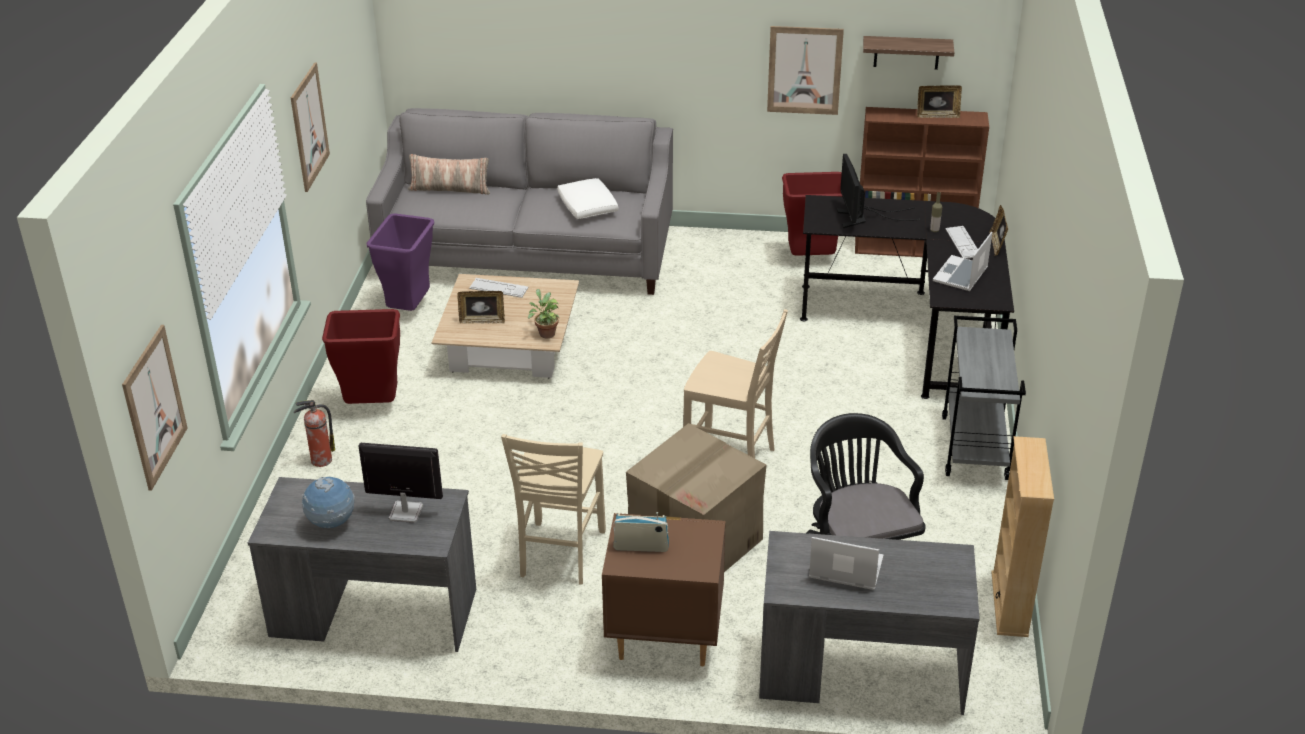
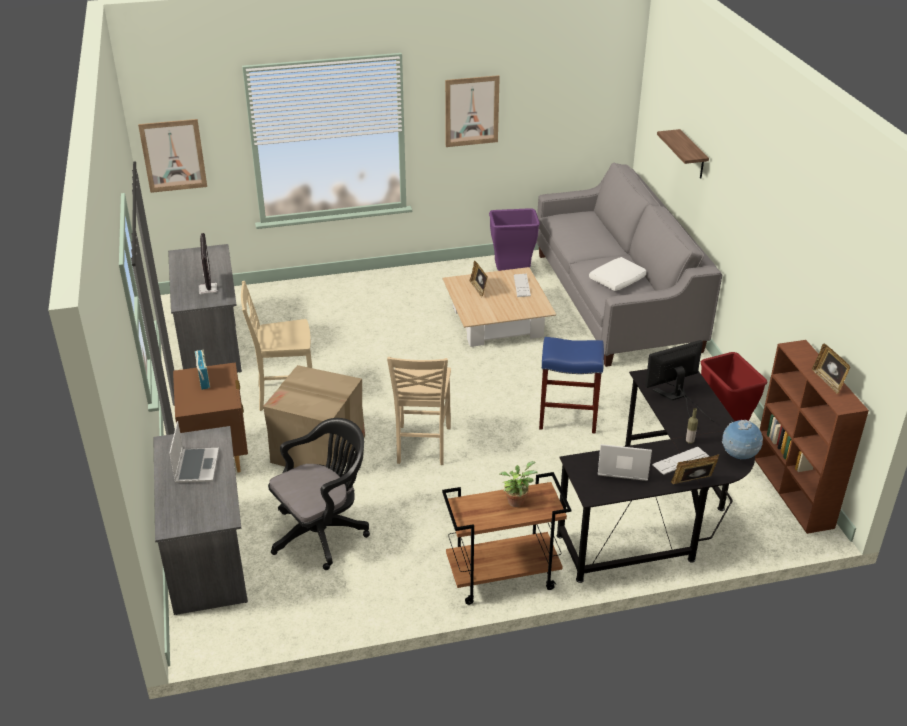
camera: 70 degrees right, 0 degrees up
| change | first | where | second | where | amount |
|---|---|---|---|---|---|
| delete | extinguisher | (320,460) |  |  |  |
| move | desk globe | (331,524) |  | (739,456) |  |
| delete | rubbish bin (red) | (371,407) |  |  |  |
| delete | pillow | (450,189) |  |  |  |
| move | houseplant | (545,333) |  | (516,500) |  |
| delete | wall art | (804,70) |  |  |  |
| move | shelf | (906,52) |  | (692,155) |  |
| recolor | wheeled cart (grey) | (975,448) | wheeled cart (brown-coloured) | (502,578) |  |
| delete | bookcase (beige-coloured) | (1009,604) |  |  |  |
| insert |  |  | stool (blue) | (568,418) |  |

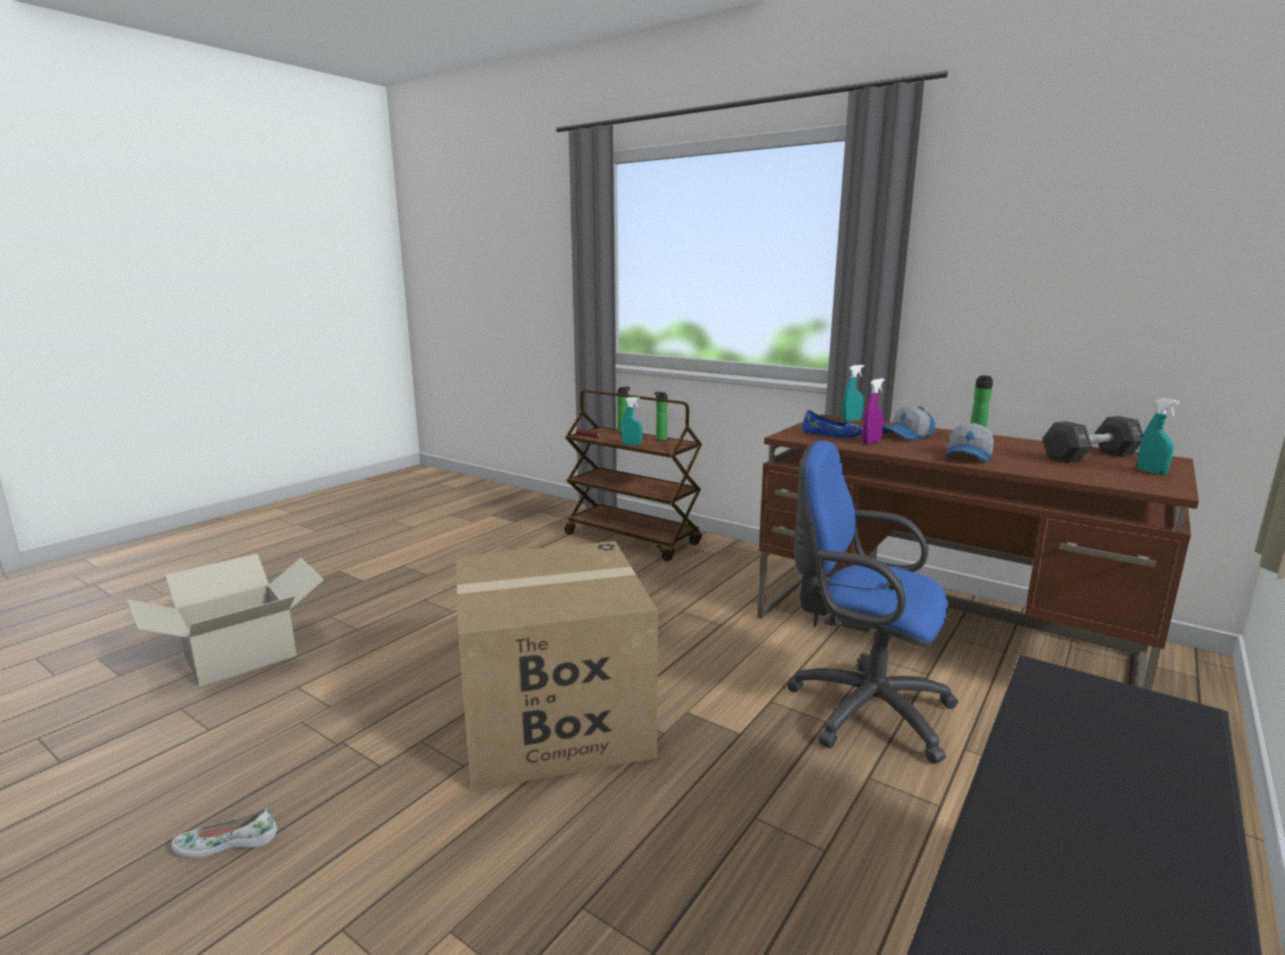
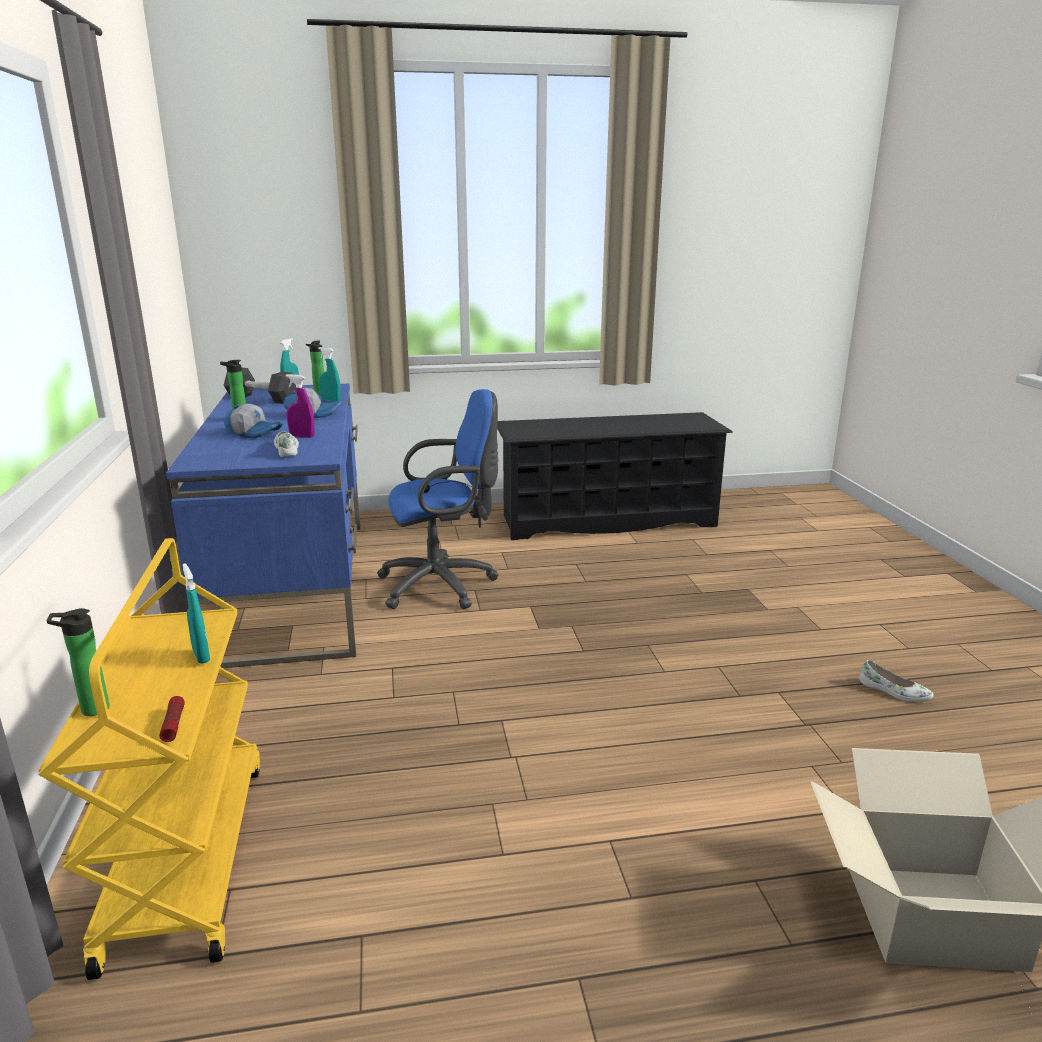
camera: 135 degrees left, 5 degrees up
| change | first | where | second | where | amount |
|---|---|---|---|---|---|
| delete | packing box | (553,719) |  |  |  |
| recolor | wheeled cart (brown-coloured) | (633,539) | wheeled cart (yellow-coloured) | (186,857) |  |
| move | drink bottle | (660,439) |  | (318,394) |  |
| recolor | desk (brown-coloured) | (942,637) | desk (blue) | (295,586) |  |
| rotate | computer chair (blue) | (861,708) |  | (443,585) | 90 degrees counterclockwise |
| recolor | shoe (blue) | (832,434) | shoe (white) | (287,449) |  |
| move | hand sprayer (turquoise-coloured) | (851,421) |  | (331,400) |  |

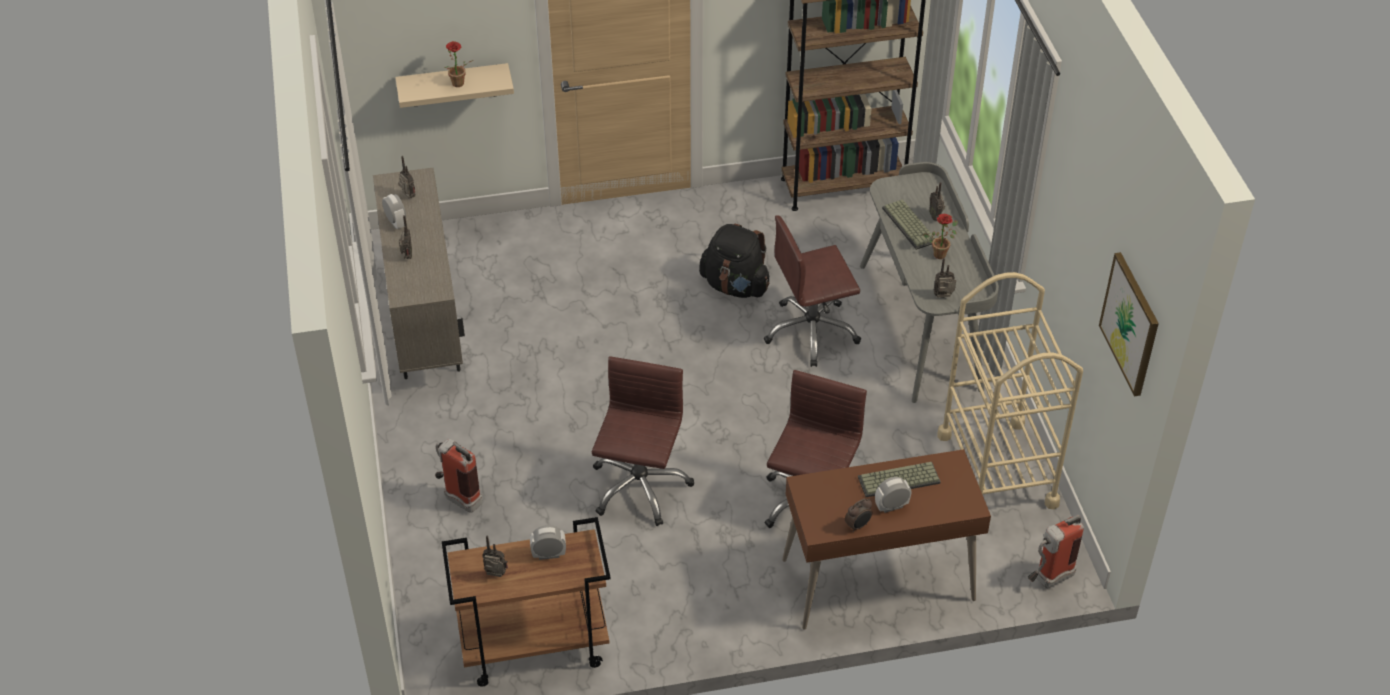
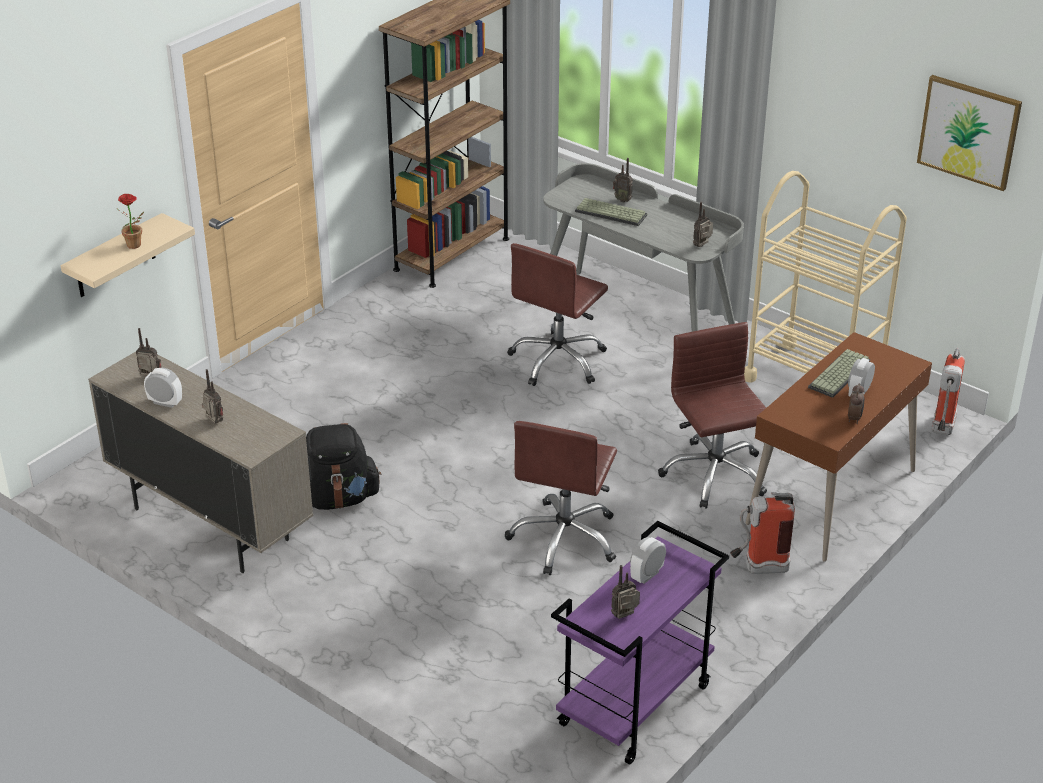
camera: 40 degrees left, 10 degrees down
| change | first | where | second | where | amount |
|---|---|---|---|---|---|
| move | extinguisher | (458,497) |  | (758,568) |  |
| recolor | wheeled cart (brown-coloured) | (533,648) | wheeled cart (purplish) | (635,707) |  |
| rotate | computer chair (brown-coloured) | (639,487) |  | (565,538) | 135 degrees counterclockwise |
| move | rucksack (black) | (735,286) |  | (337,499) |  |
| delete | houseplant | (940,253) |  |  |  |

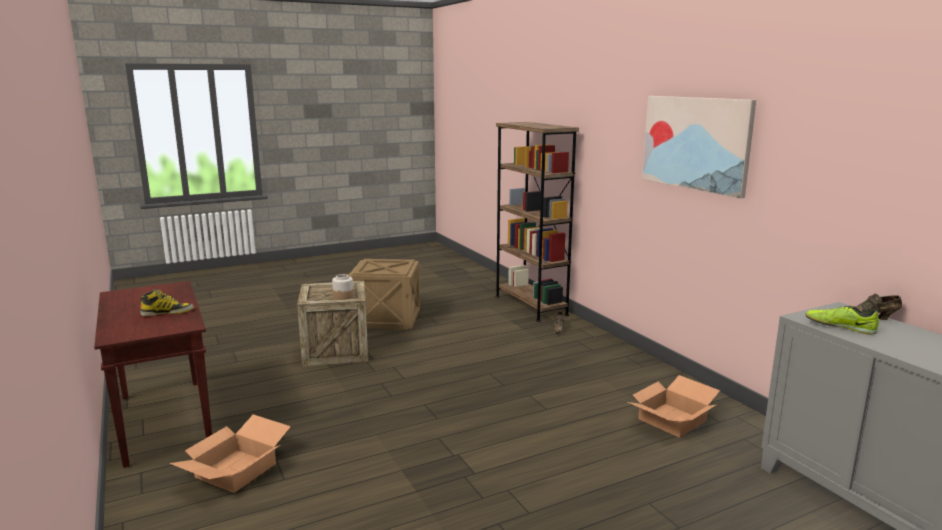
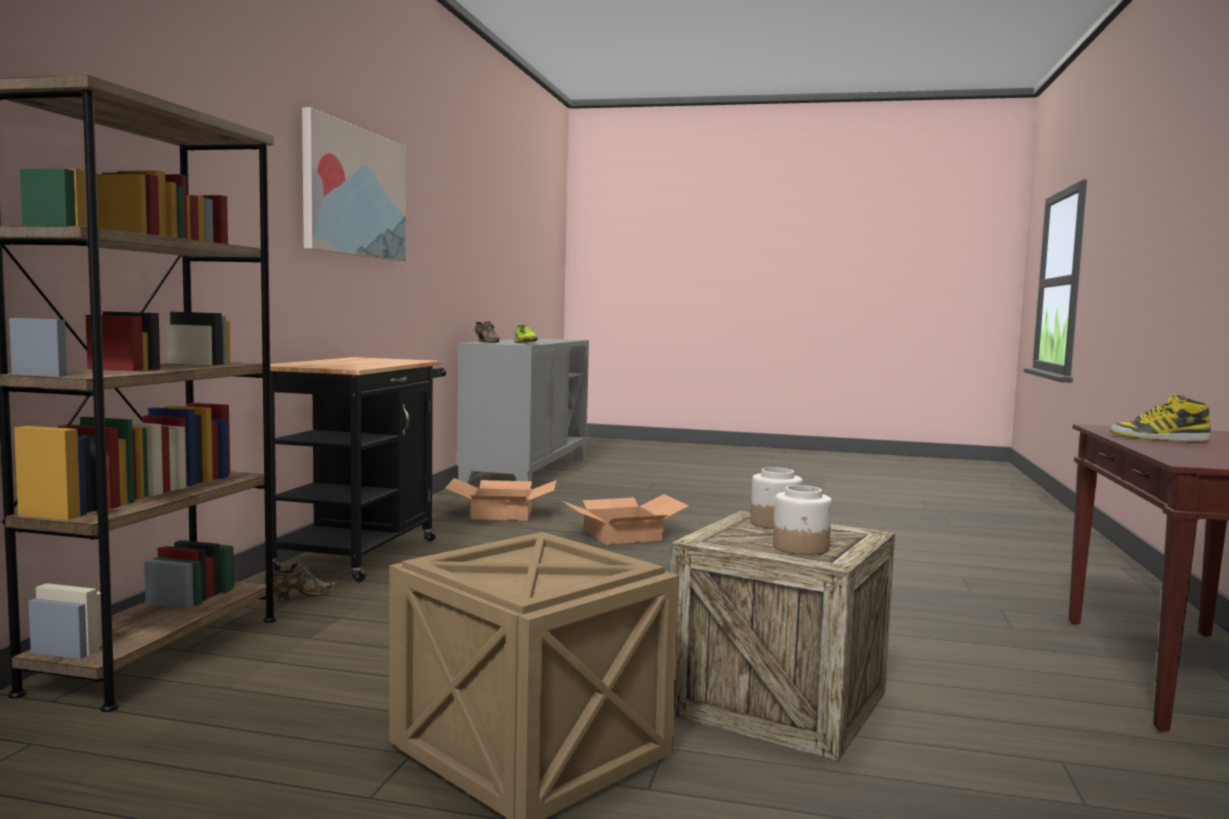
camera: 140 degrees left, 10 degrees down
| change | first | where | second | where | amount |
|---|---|---|---|---|---|
| move | packing box | (236,471) |  | (623,535) |  |
| insert |  |  | wheeled cart (black) | (361,552) |  |
| insert |  |  | preserve jar | (801,548) |  |

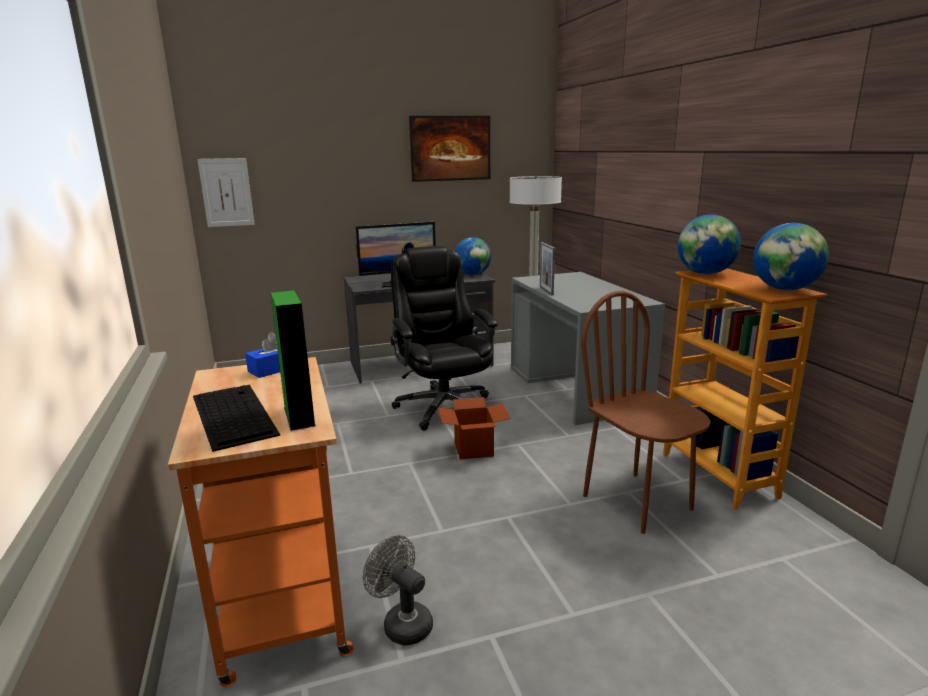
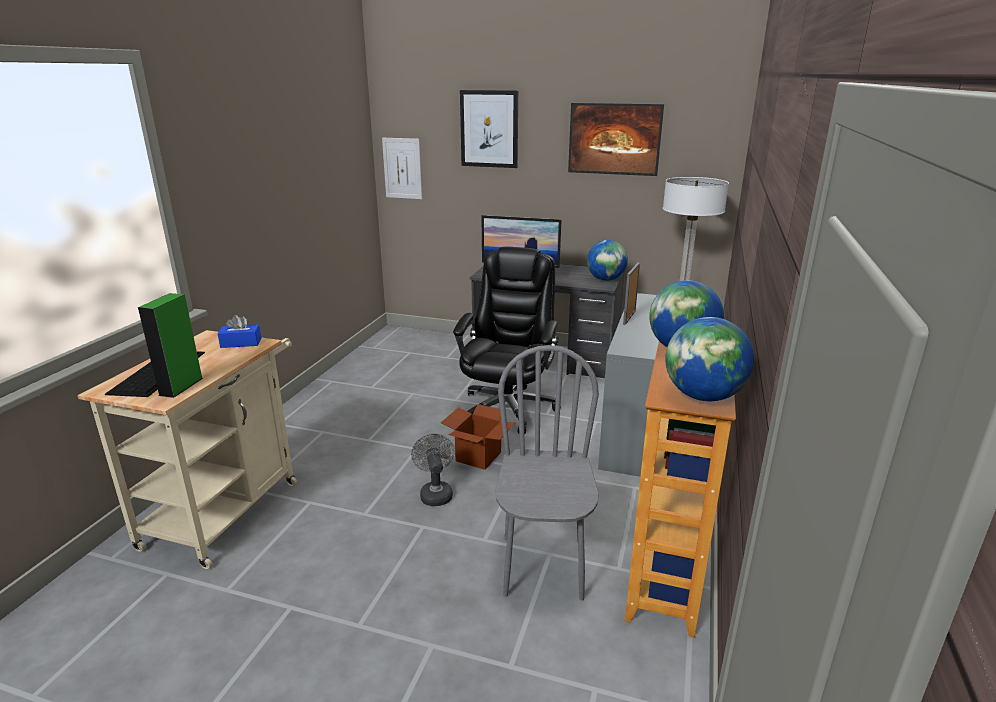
camera: 35 degrees right, 5 degrees up
| change | first | where | second | where | amount |
|---|---|---|---|---|---|
| recolor | wheeled cart (orangey) | (282,591) | wheeled cart (beige-coloured) | (228,508) |  |
| move | fan (grey) | (402,623) |  | (435,493) |  |
| recolor | chair (brown-coloured) | (637,502) | chair (grey) | (543,567) |  |
| insert |  |  | wall art | (489,129) |  |

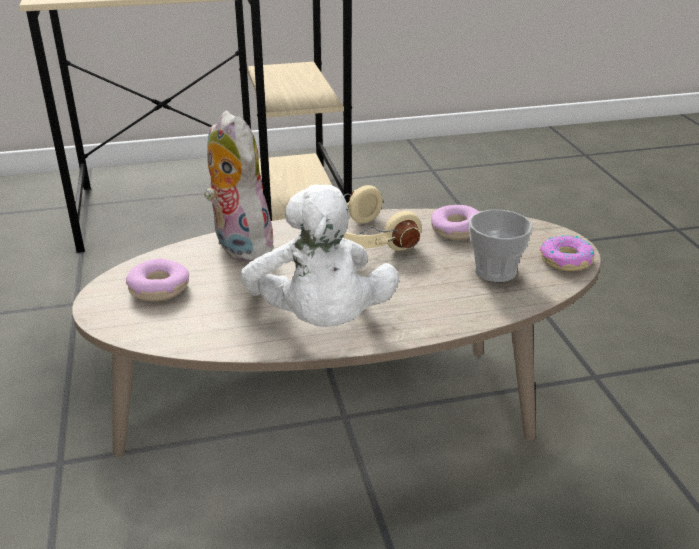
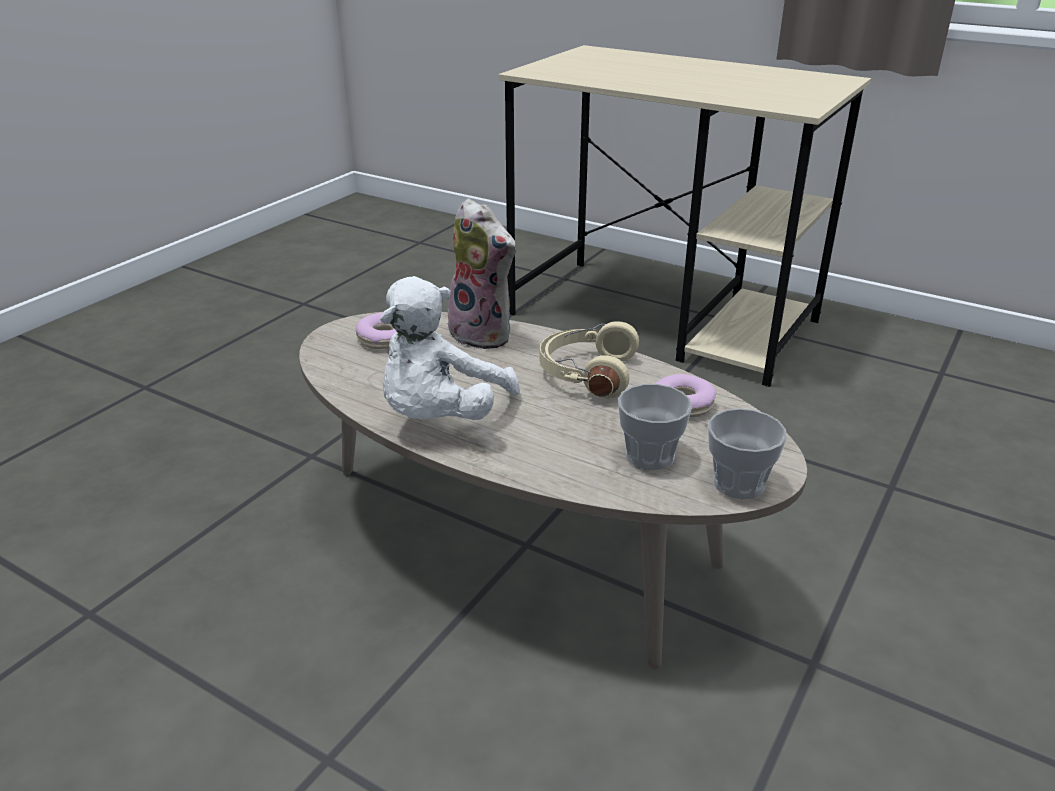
camera: 45 degrees right, 0 degrees up
| change | first | where | second | where | amount |
|---|---|---|---|---|---|
| rotate | plush toy | (238,246) |  | (485,334) | 120 degrees clockwise |
| replace | ring doughnut | (566,261) | small cup | (738,483) |  |

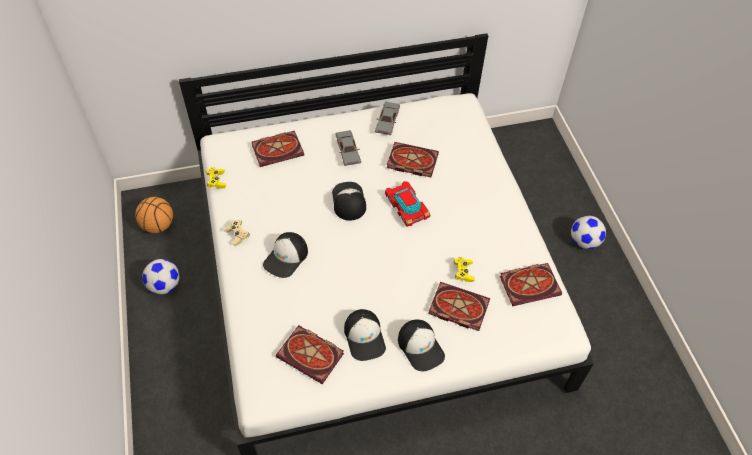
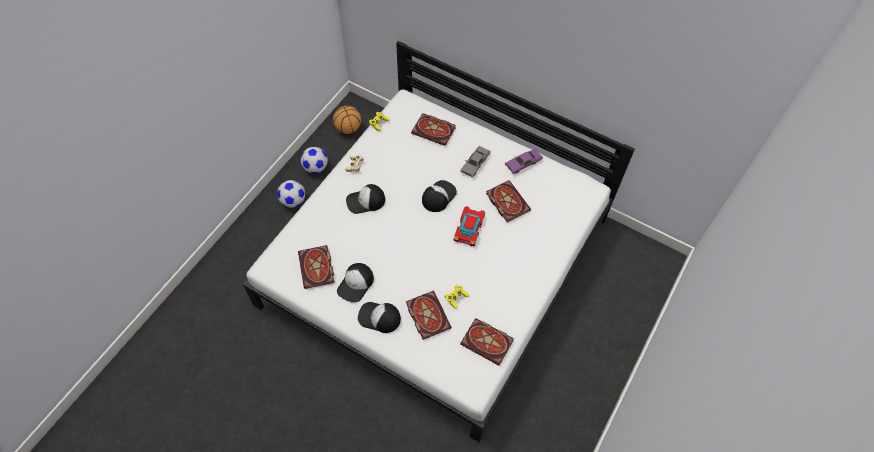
camera: 45 degrees right, 5 degrees up
| change | first | where | second | where | amount |
|---|---|---|---|---|---|
| recolor | toy car (grey) | (387,122) | toy car (purplish) | (523,163) |  |
| rotate | cap | (421,347) |  | (379,318) | 90 degrees clockwise |
| move | football ball | (584,241) |  | (293,201) |  |

